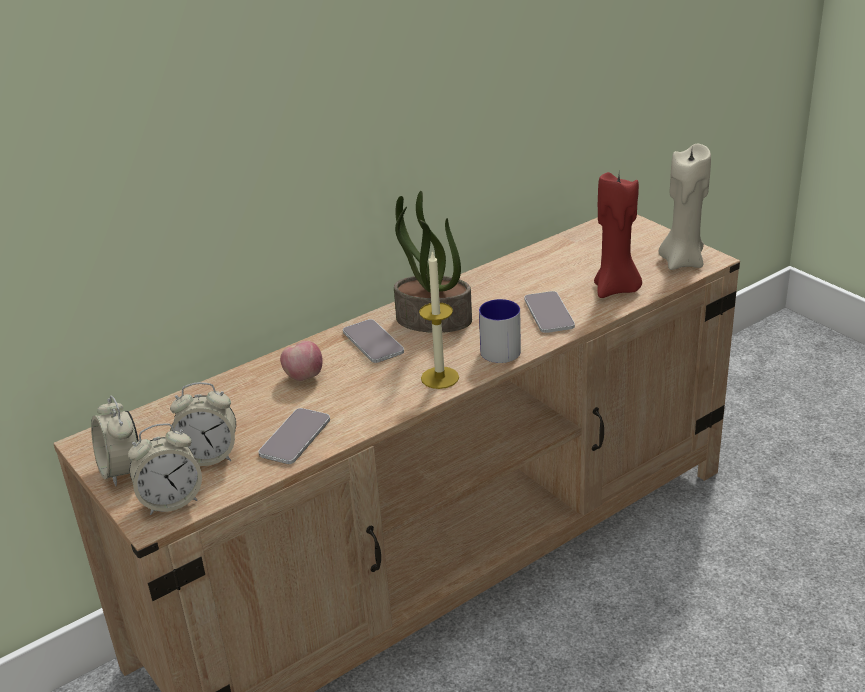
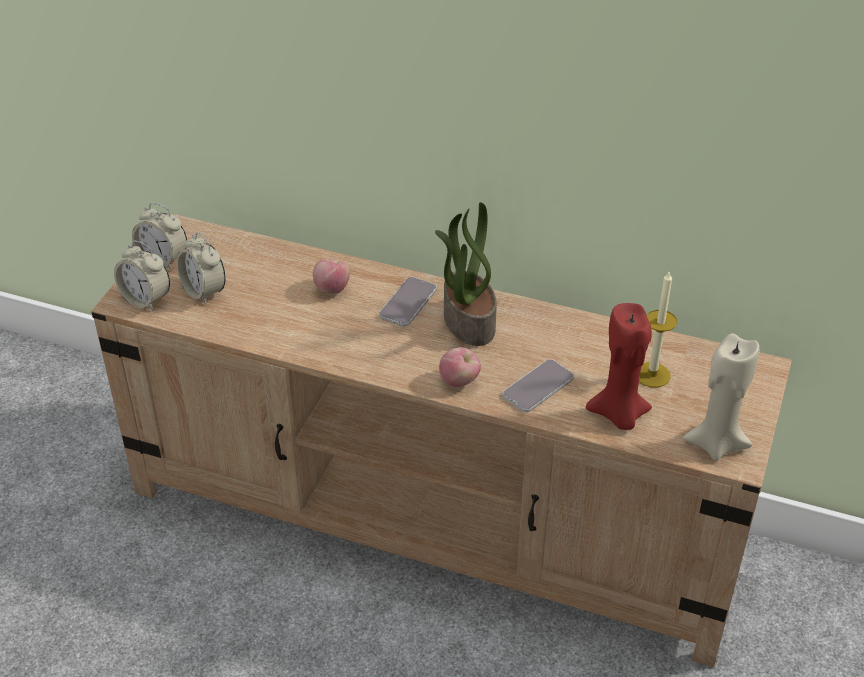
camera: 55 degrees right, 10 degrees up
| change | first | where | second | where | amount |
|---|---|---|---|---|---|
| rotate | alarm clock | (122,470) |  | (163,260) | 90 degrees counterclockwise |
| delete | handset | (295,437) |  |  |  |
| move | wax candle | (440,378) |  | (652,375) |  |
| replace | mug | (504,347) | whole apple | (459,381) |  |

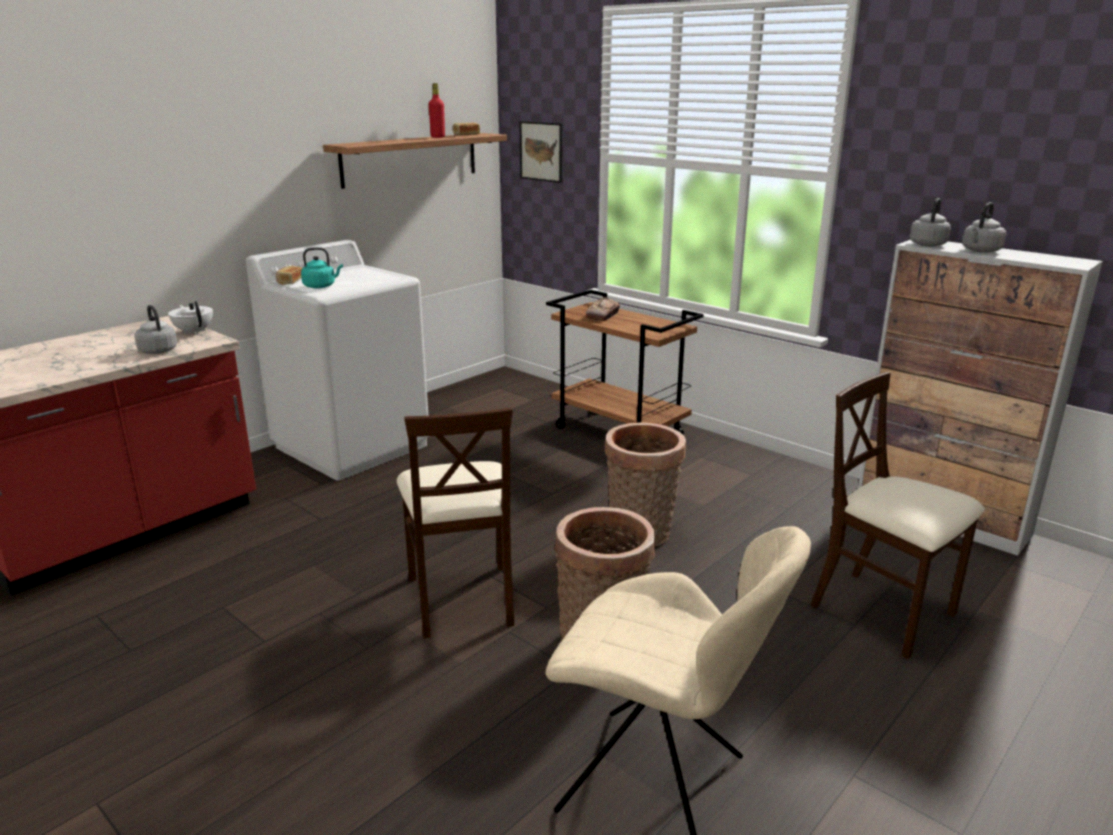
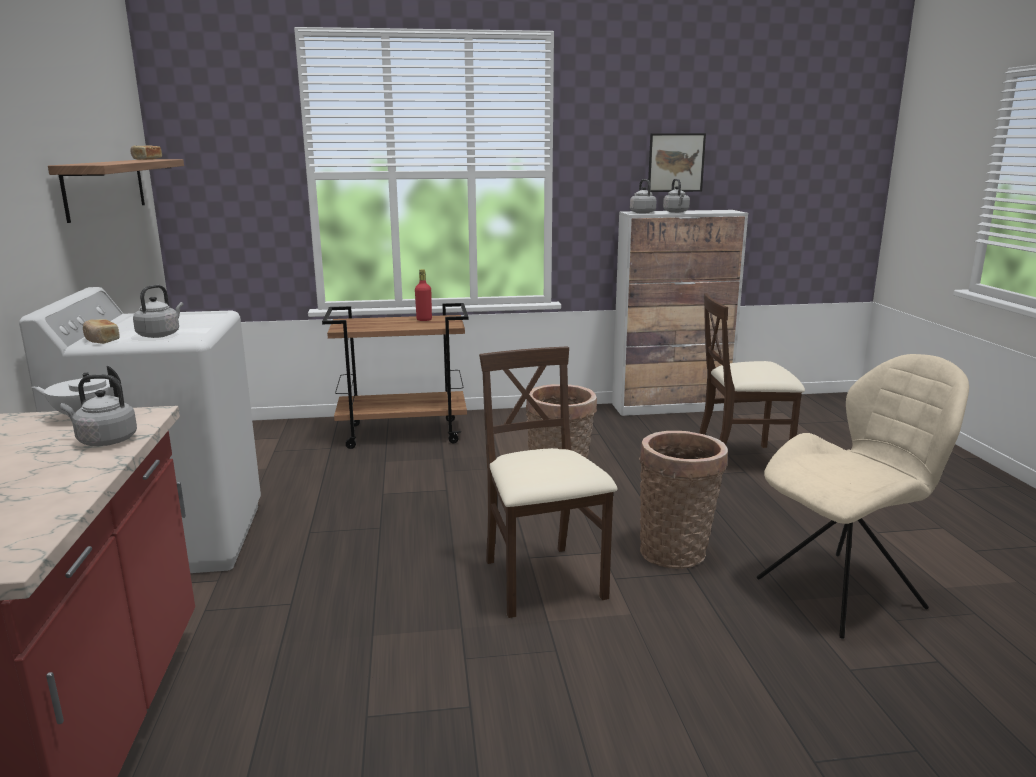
camera: 50 degrees left, 5 degrees down
| change | first | where | second | where | amount |
|---|---|---|---|---|---|
| recolor | kettle (turquoise-coloured) | (321,286) | kettle (grey) | (160,335) |  |
| rotate | chair (beige-coloured) | (462,598) |  | (542,581) | 135 degrees counterclockwise |
| move | drink bottle (red) | (438,137) |  | (424,320) |  |
| move | wall art | (541,151) |  | (676,162) |  |
| delete | bakery bread | (603,315) |  |  |  |

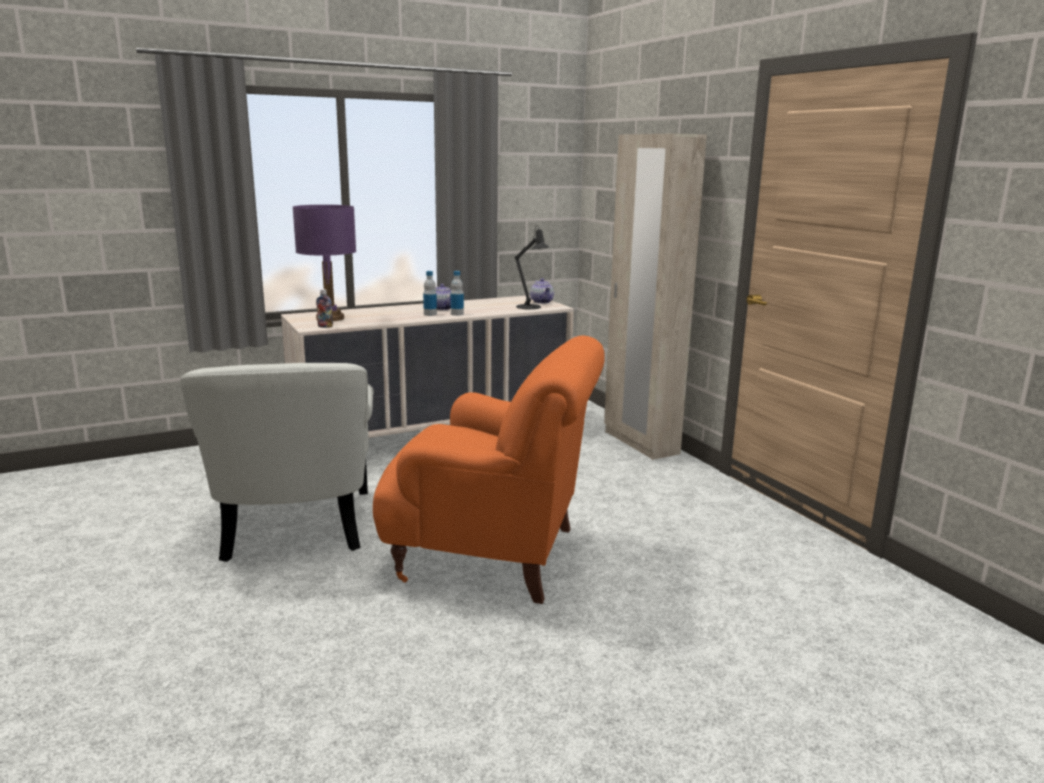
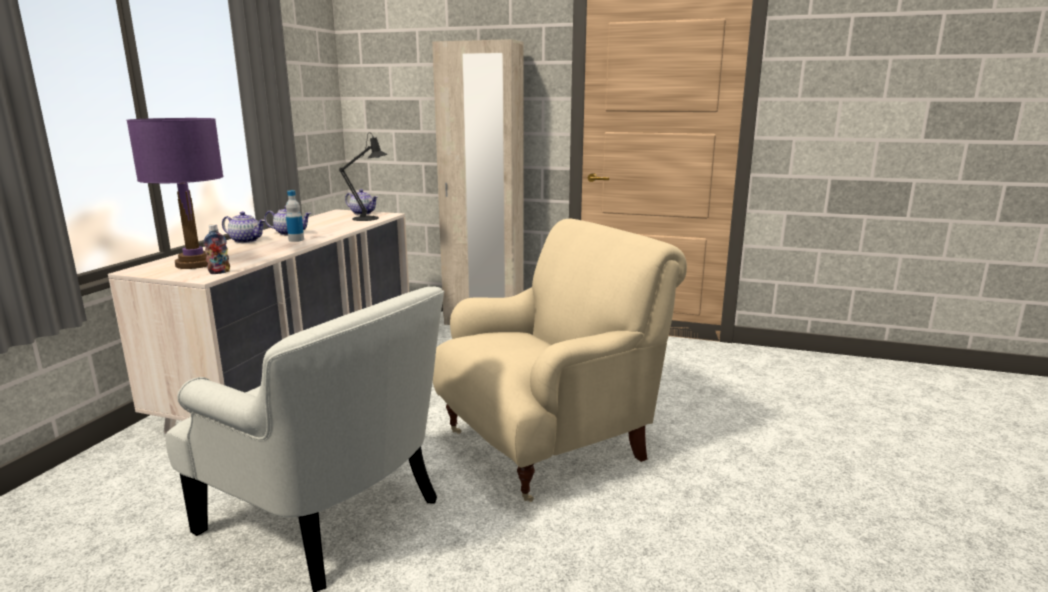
camera: 45 degrees left, 0 degrees up
| change | first | where | second | where | amount |
|---|---|---|---|---|---|
| recolor | lounge chair (orangey) | (493,555) | lounge chair (beige-coloured) | (549,445) |  |
| delete | drink bottle | (457,314) |  |  |  |
| insert |  |  | tea pot | (246,240) |  |

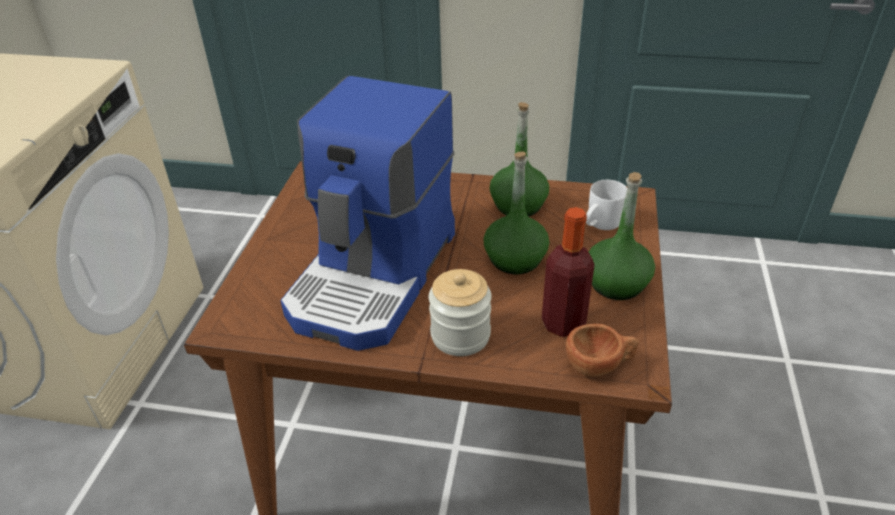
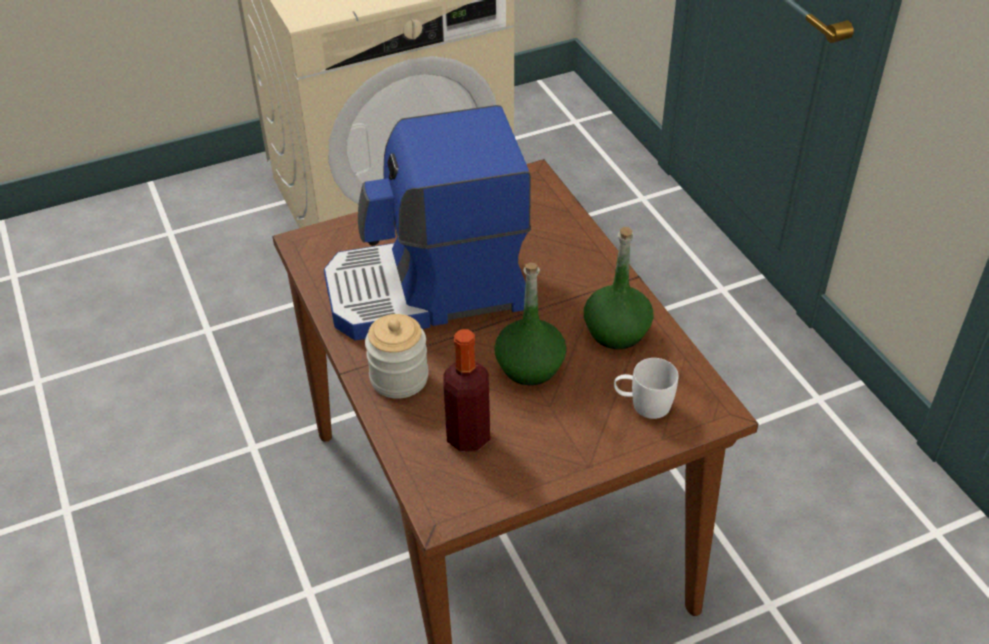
camera: 55 degrees right, 5 degrees up
| change | first | where | second | where | amount |
|---|---|---|---|---|---|
| delete | small cup (brown-coloured) | (600,365) |  |  |  |
| delete | drink bottle (green-coloured) | (616,284) |  |  |  |

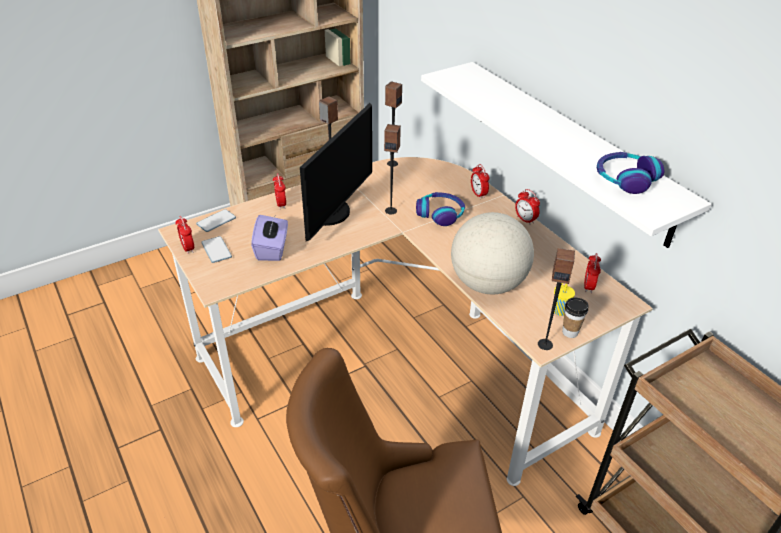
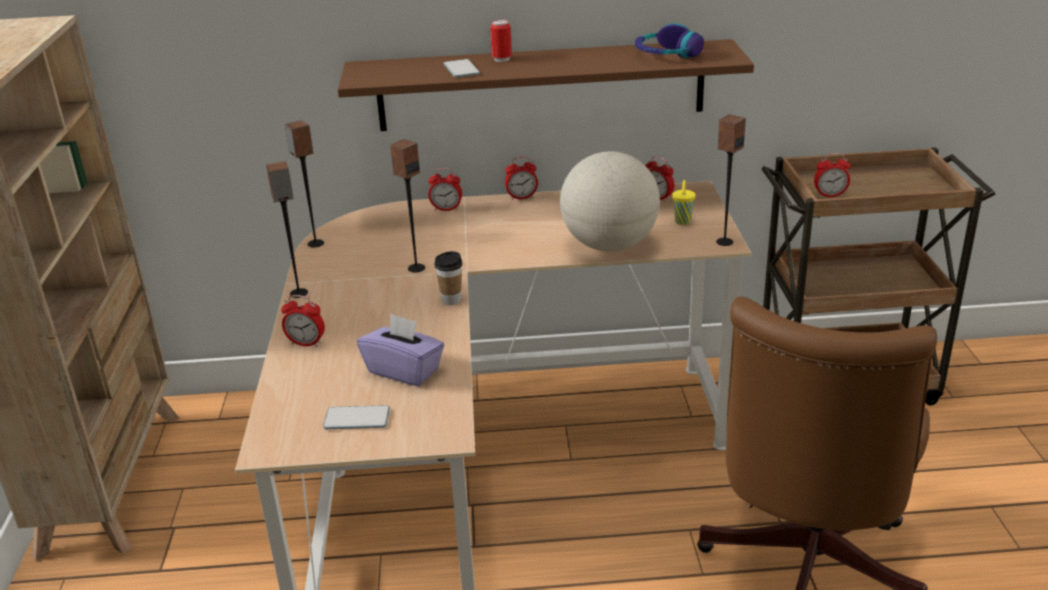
camera: 60 degrees left, 10 degrees down
| change | first | where | second | where | amount |
|---|---|---|---|---|---|
| move | alarm clock | (188,248) |  | (830,195) |  |
| move | handset | (216,221) |  | (461,69) |  |
| delete | monitor | (332,213) |  |  |  |
| delete | pair of headphones | (440,214) |  |  |  |
| recolor | shelf (white) | (567,149) | shelf (brown-coloured) | (541,85) |  |
| move | small cup | (570,332) |  | (451,300) |  |
| insert |  |  | sealed can | (502,59) |  |

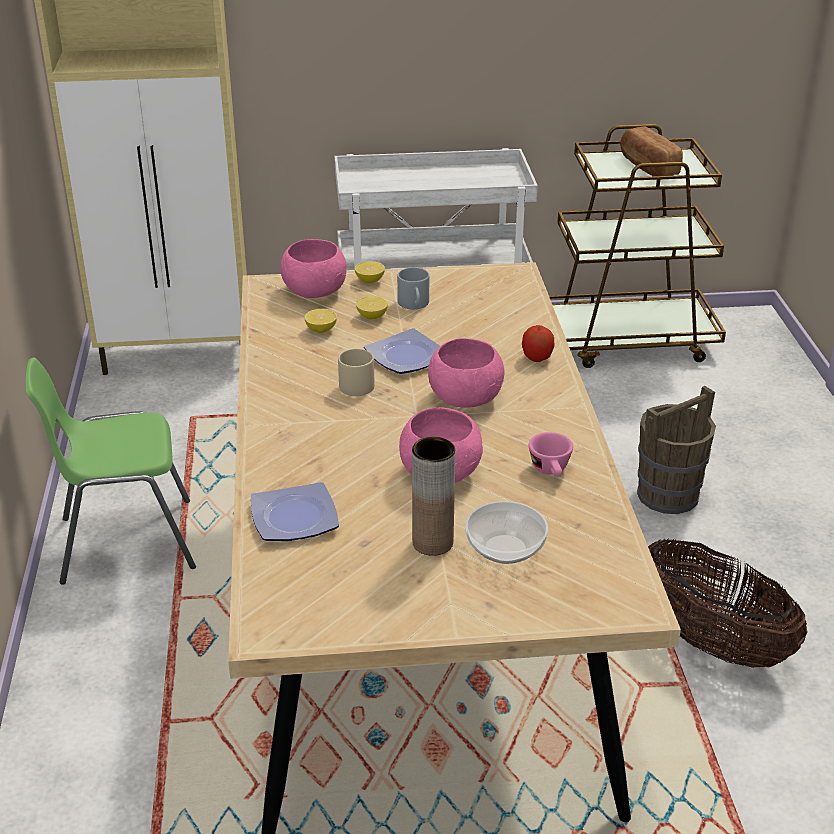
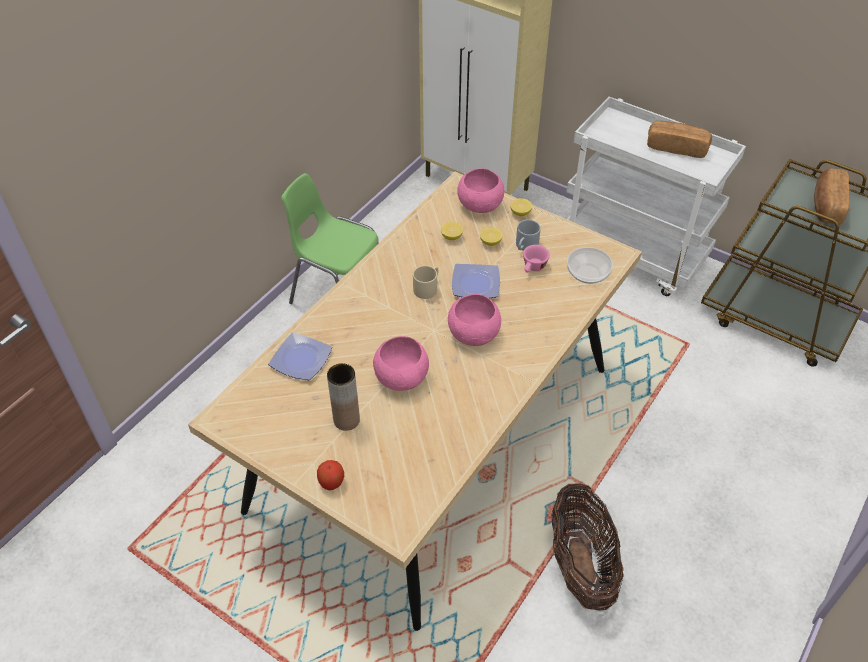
camera: 40 degrees right, 15 degrees up
| change | first | where | second | where | amount |
|---|---|---|---|---|---|
| move | deep dish | (505,550) |  | (587,274) |  |
| move | whole apple | (537,358) |  | (331,482) |  |
| move | small cup (pinkish) | (551,471) |  | (533,268) |  |
| delete | pail (brown-coloured) | (668,495) |  |  |  |
| insert |  |  | bakery bread | (676,147) |  |

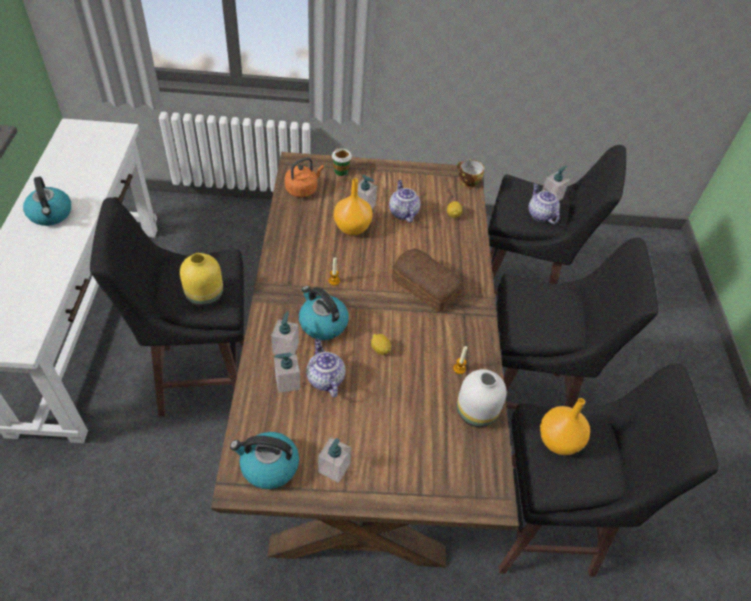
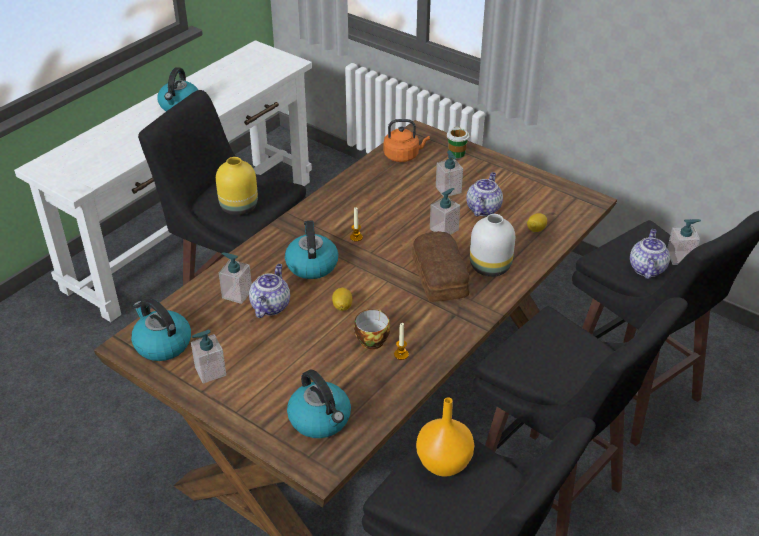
camera: 40 degrees right, 10 degrees down
| change | first | where | second | where | amount |
|---|---|---|---|---|---|
| move | liquid soap bottle | (286,348) |  | (444,229) |  |
| delete | decorative vase (orangey) | (352,228) |  |  |  |
| move | small cup | (467,181) |  | (370,339) |  |
| move | decorative vase (white) | (476,413) |  | (489,267) |  |
| insert |  |  | kettle | (320,420) |  |

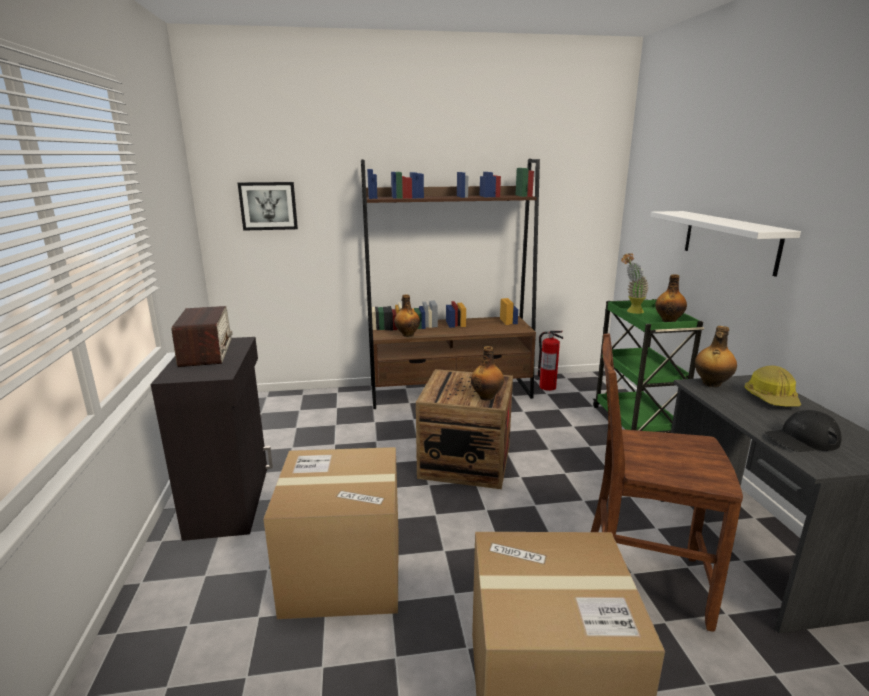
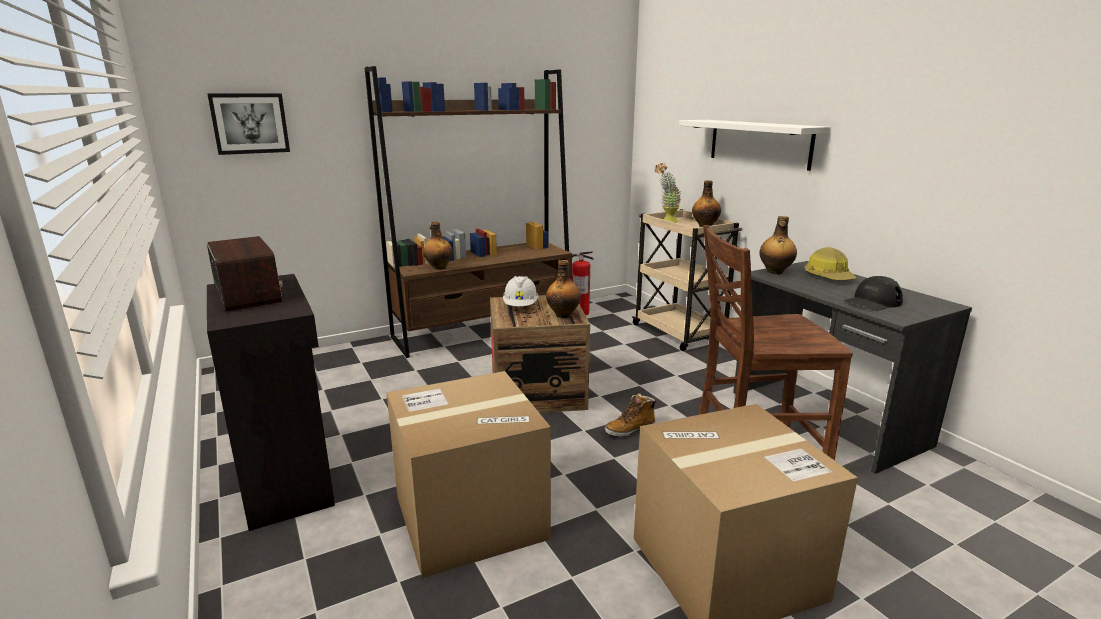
camera: 20 degrees left, 0 degrees up
| change | first | where | second | where | amount |
|---|---|---|---|---|---|
| recolor | wheeled cart (green-coloured) | (636,424) | wheeled cart (beige-coloured) | (679,333) |  |
| insert |  |  | work helmet (white) | (520,306) |  |
| insert |  |  | high-top boot | (630,429) |  |

